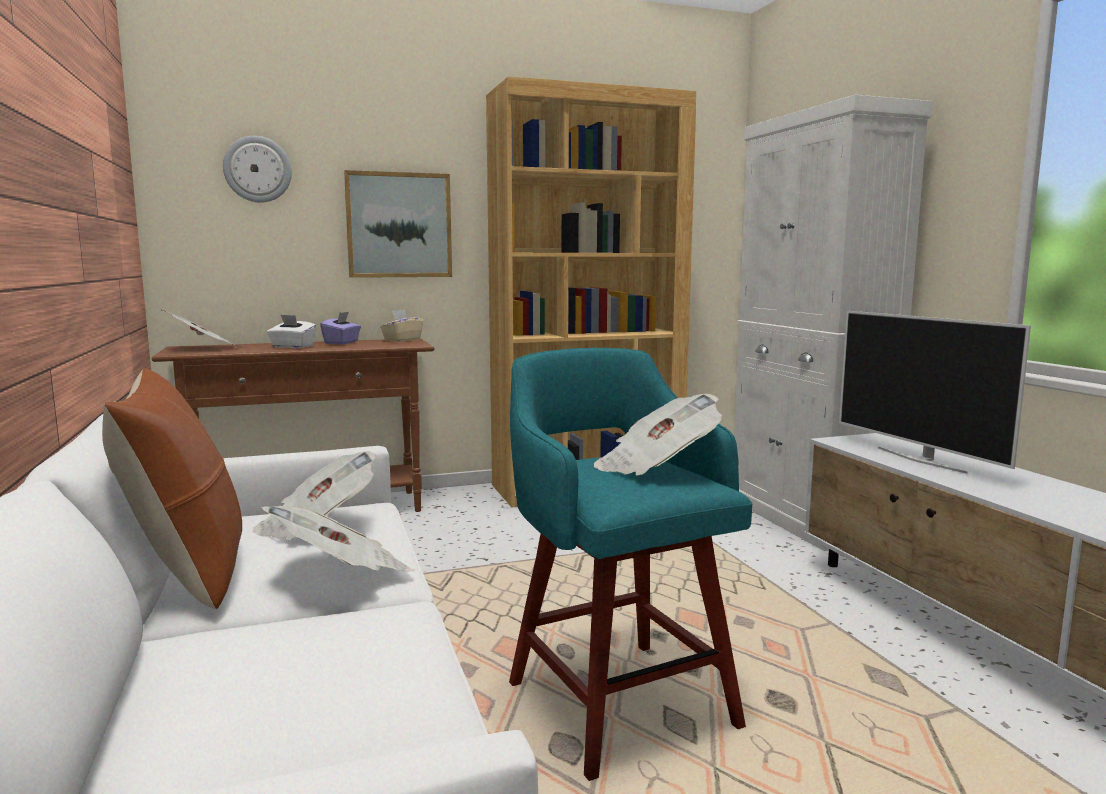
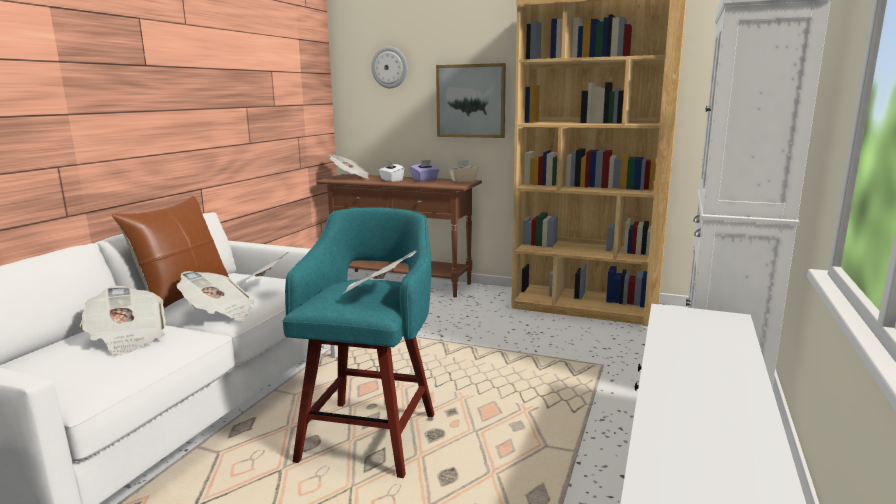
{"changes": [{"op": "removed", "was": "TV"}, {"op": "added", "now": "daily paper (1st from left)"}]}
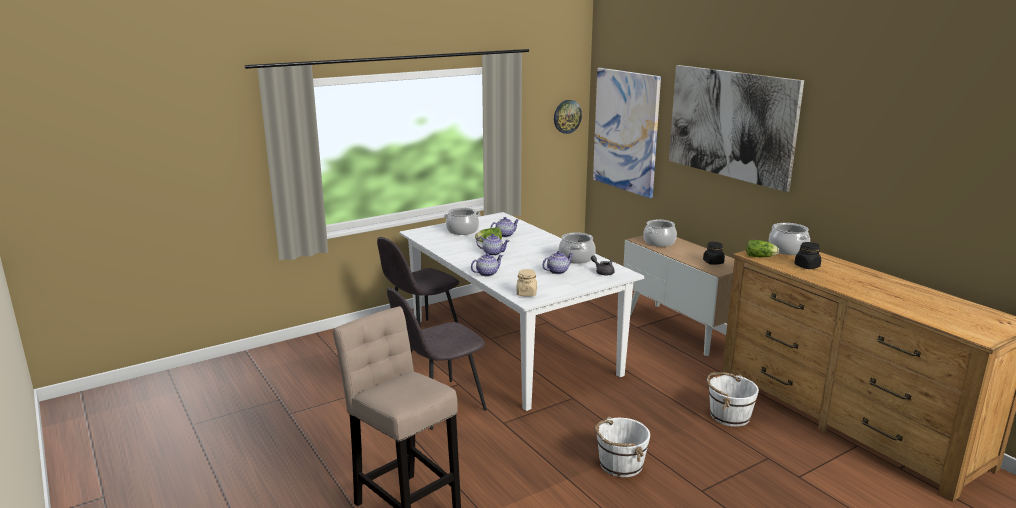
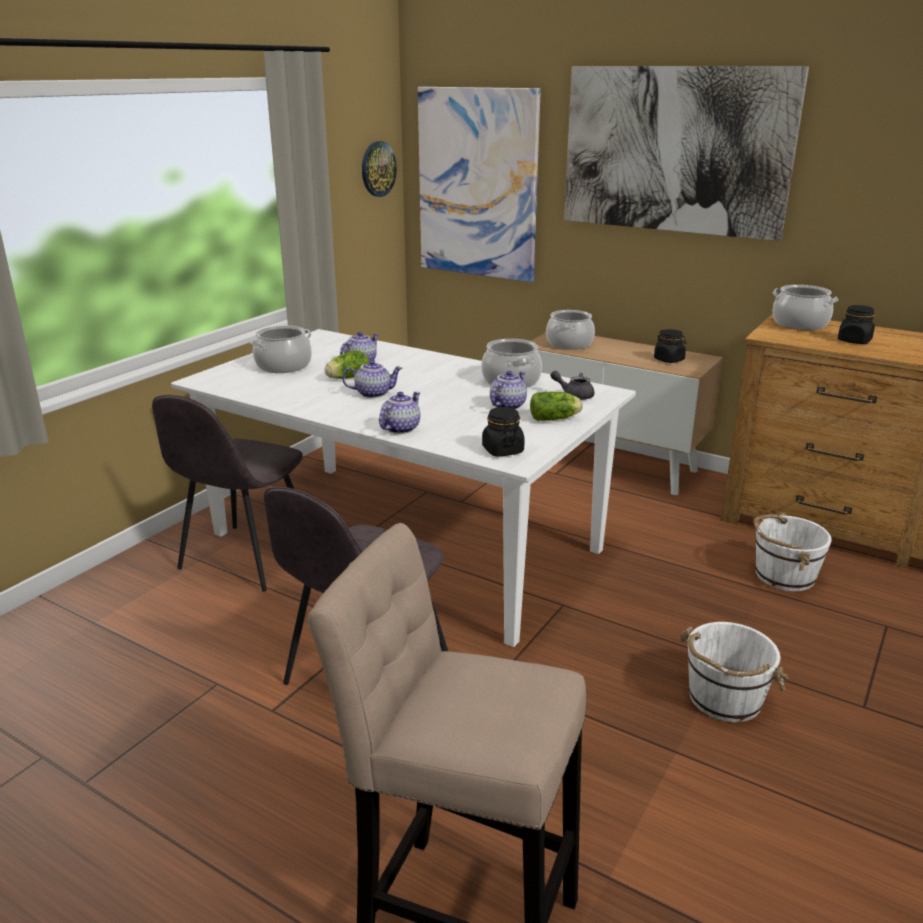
{"changes": [{"op": "moved", "was": "head of lettuce (2nd from left)"}, {"op": "recoloured", "was": "beige-coloured jar", "now": "blackish jar (1st from left)"}]}
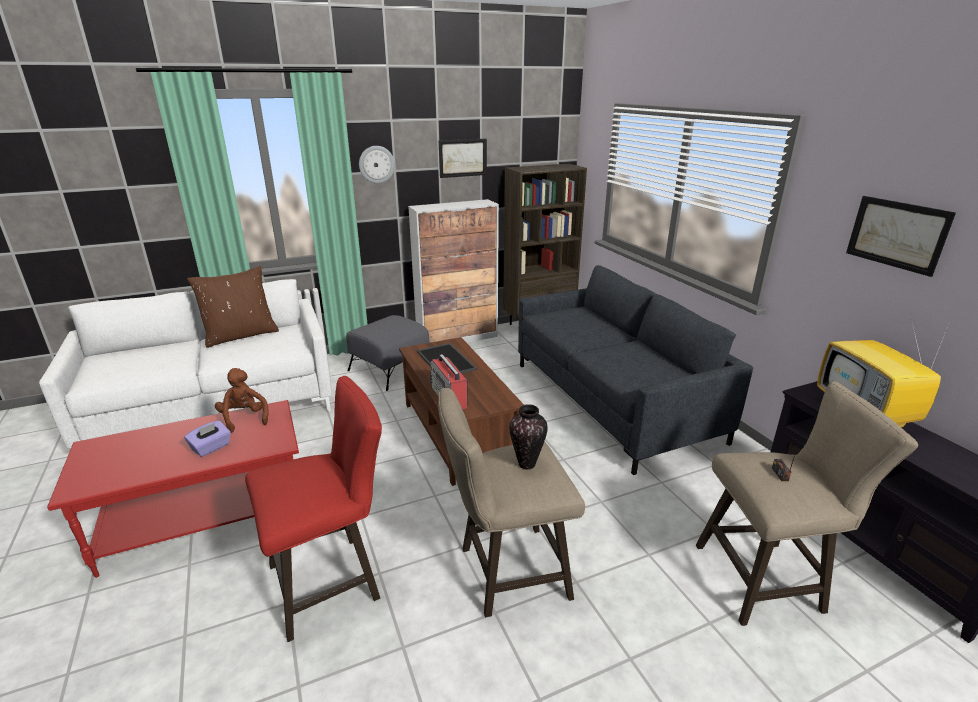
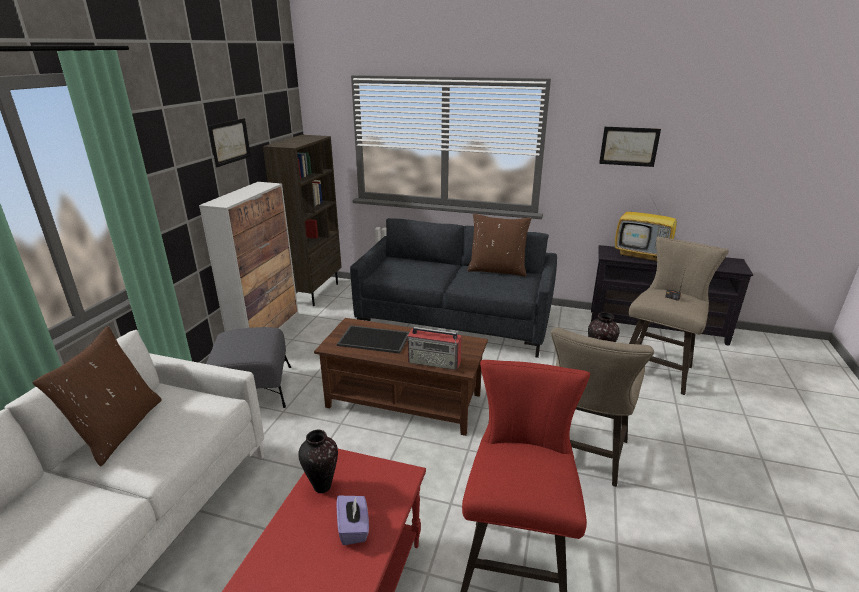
{"changes": [{"op": "removed", "was": "clock on the wall"}, {"op": "added", "now": "brown-coloured pillow (2nd from left)"}, {"op": "replaced", "was": "brown-coloured soft toy", "now": "flower vase (1st from left)"}]}
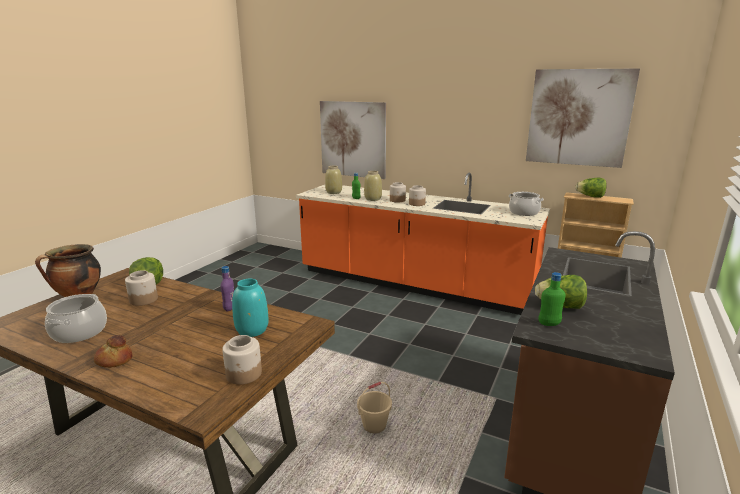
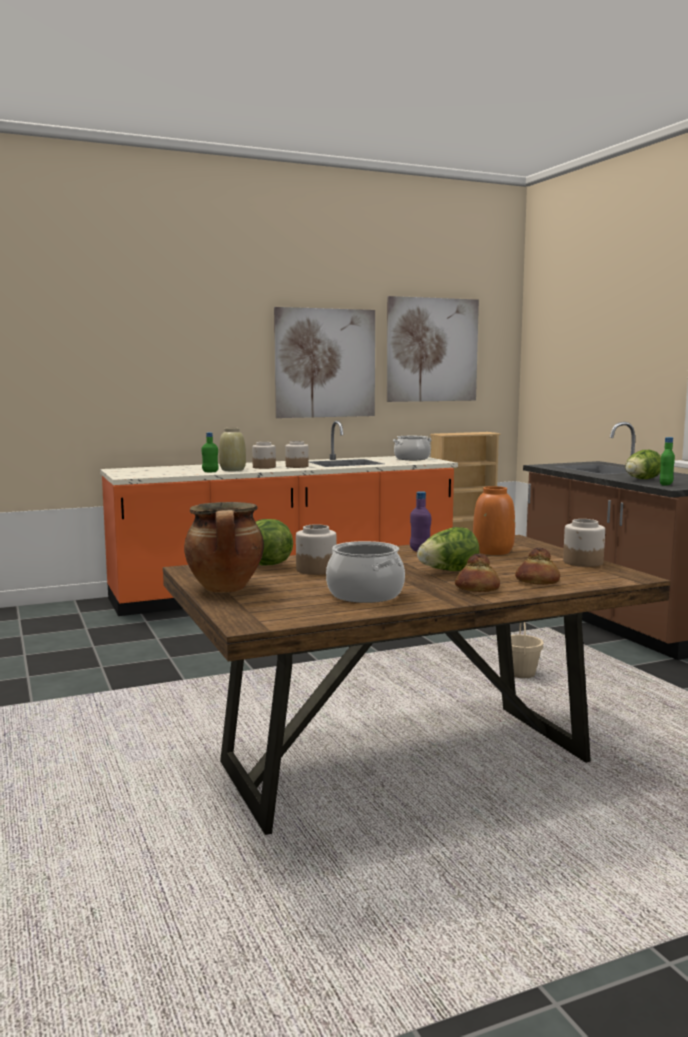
{"changes": [{"op": "removed", "was": "beige-coloured flower vase (1st from left)"}, {"op": "added", "now": "baked bread (2nd from left)"}, {"op": "moved", "was": "wall picture (1st from left)"}, {"op": "moved", "was": "head of lettuce (3rd from left in the first image)", "now": "head of lettuce (2nd from left)"}, {"op": "recoloured", "was": "turquoise flower vase", "now": "orange flower vase"}]}
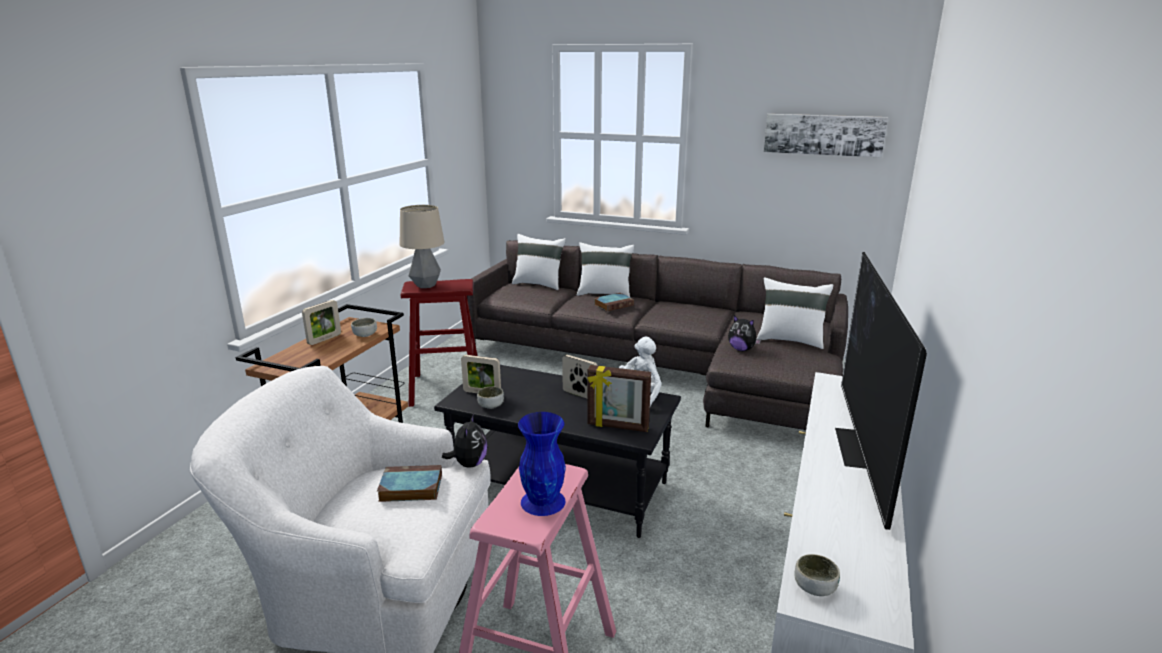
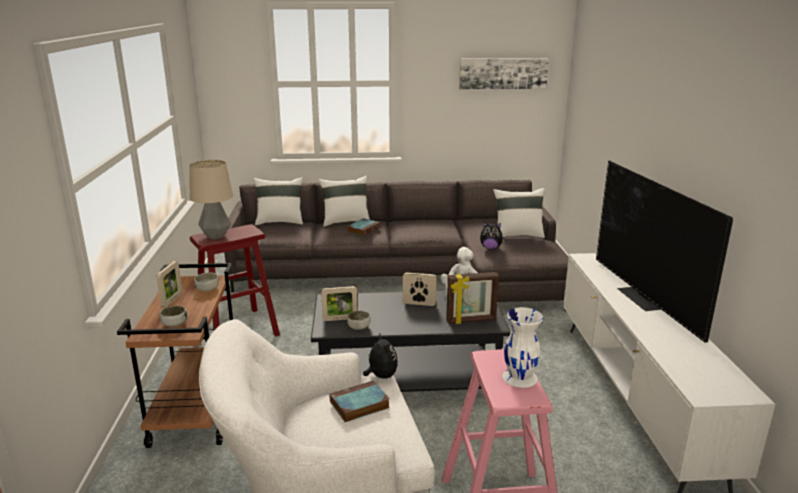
{"changes": [{"op": "moved", "was": "bowl (3rd from left in the first image)", "now": "bowl (1st from left)"}, {"op": "recoloured", "was": "bluish flower vase", "now": "white-coloured flower vase"}]}
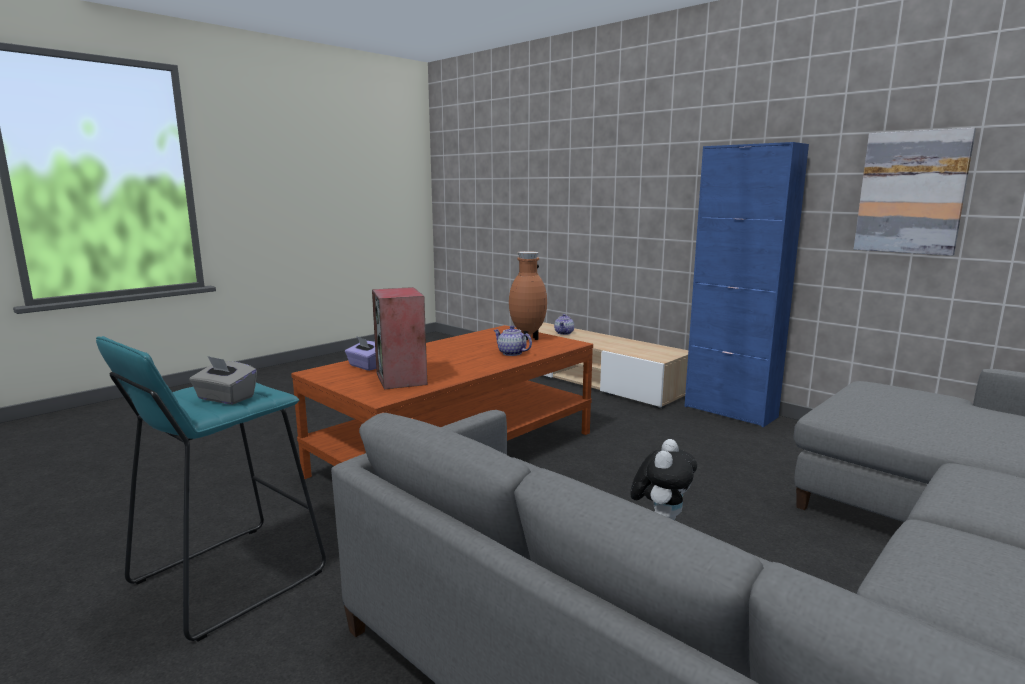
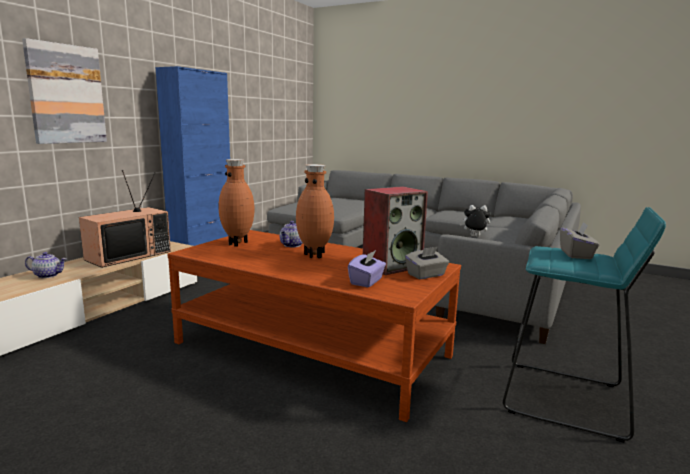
{"changes": [{"op": "added", "now": "TV"}, {"op": "added", "now": "brown-coloured flower vase (2nd from left)"}, {"op": "added", "now": "gray box of tissues (1st from left)"}, {"op": "moved", "was": "wall picture"}]}
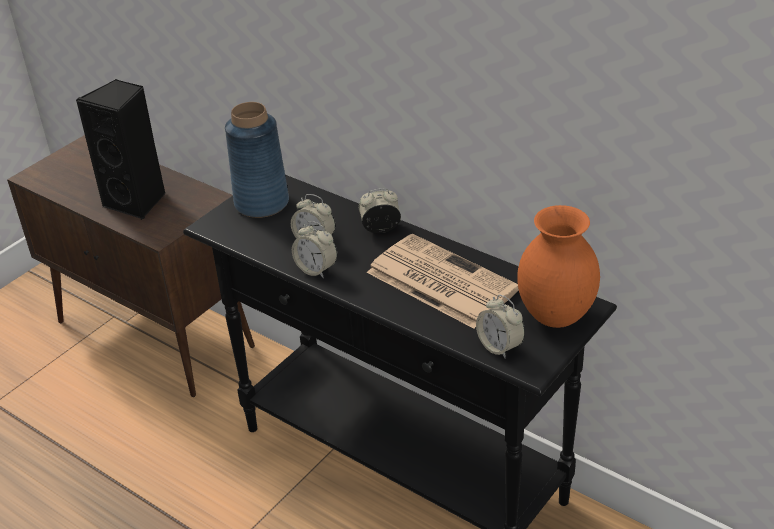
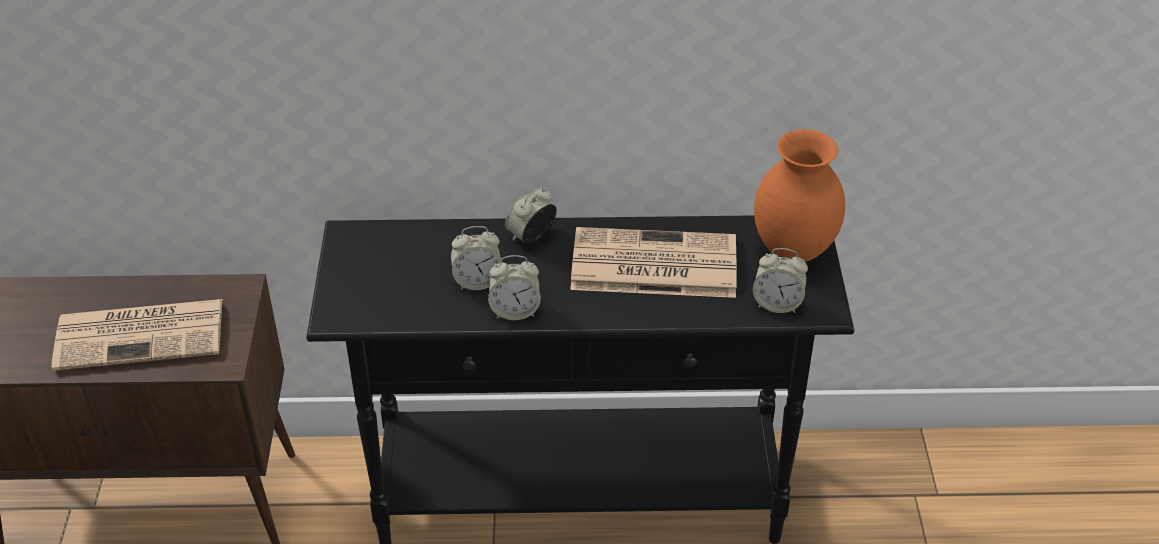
{"changes": [{"op": "removed", "was": "bluish flower vase"}, {"op": "replaced", "was": "blackish speaker", "now": "daily paper (1st from left)"}]}
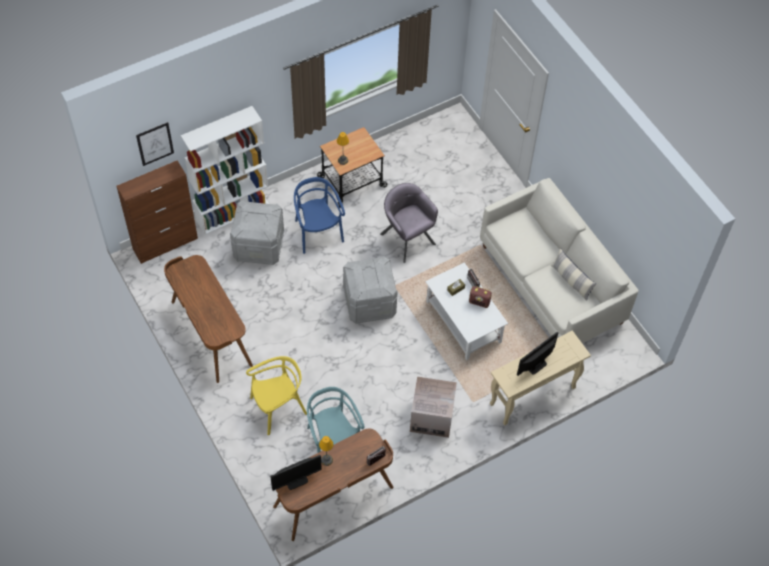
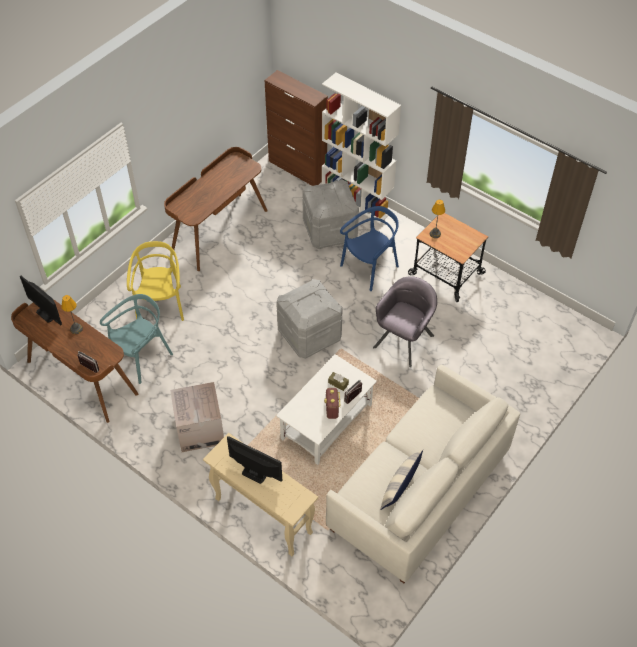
{"changes": [{"op": "removed", "was": "wall picture"}, {"op": "turned", "was": "yellow upright chair", "clockwise": -135}]}
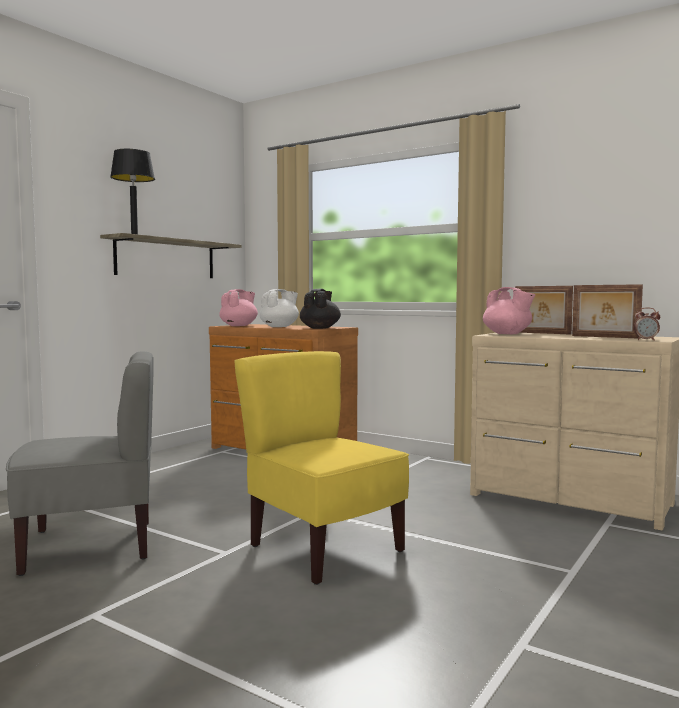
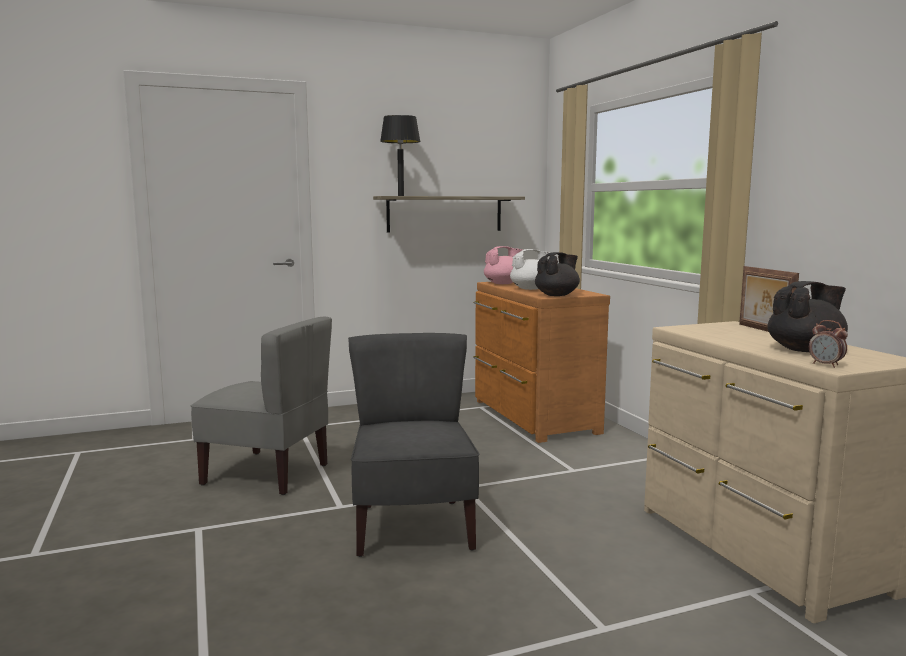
{"changes": [{"op": "removed", "was": "pink pot for tea (2nd from left)"}, {"op": "replaced", "was": "photo frame (2nd from left)", "now": "blackish pot for tea (2nd from left)"}, {"op": "recoloured", "was": "yellow upright chair", "now": "gray upright chair (2nd from left)"}]}
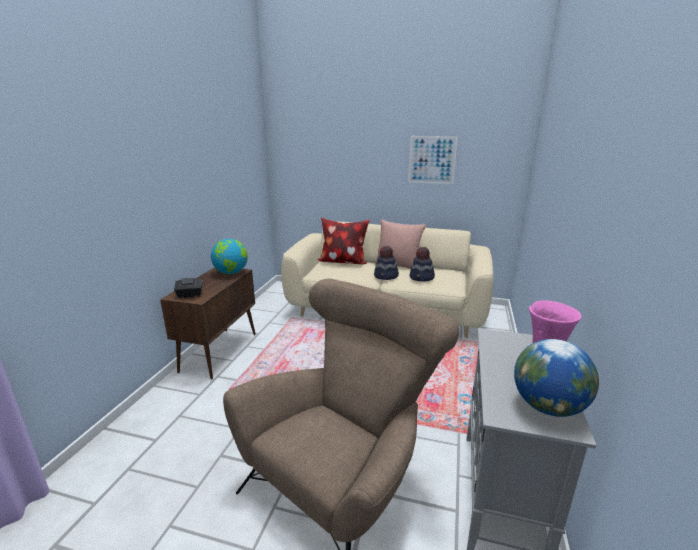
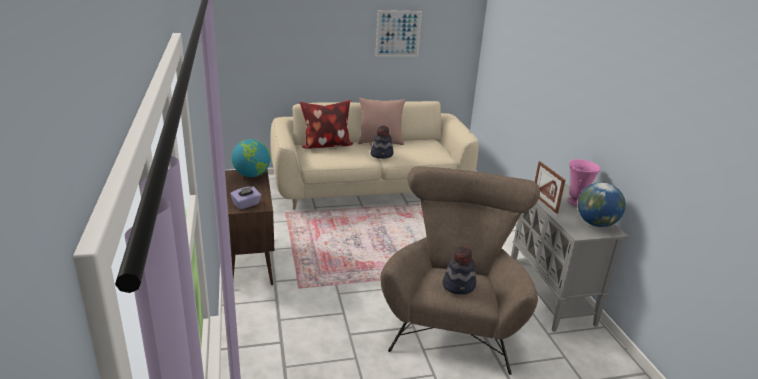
{"changes": [{"op": "added", "now": "photo frame"}, {"op": "moved", "was": "wearable hat (2nd from left)"}, {"op": "recoloured", "was": "blackish box of tissues", "now": "purplish box of tissues"}]}
